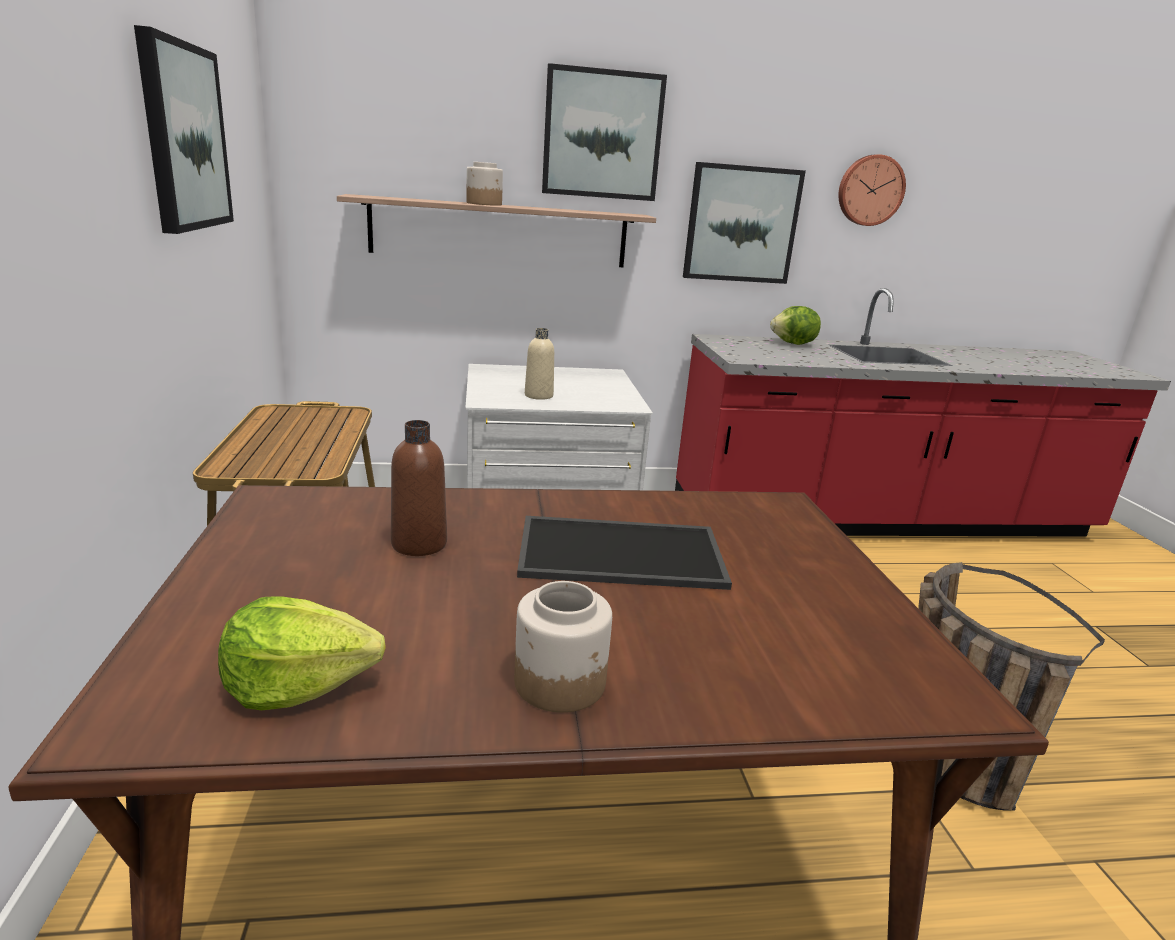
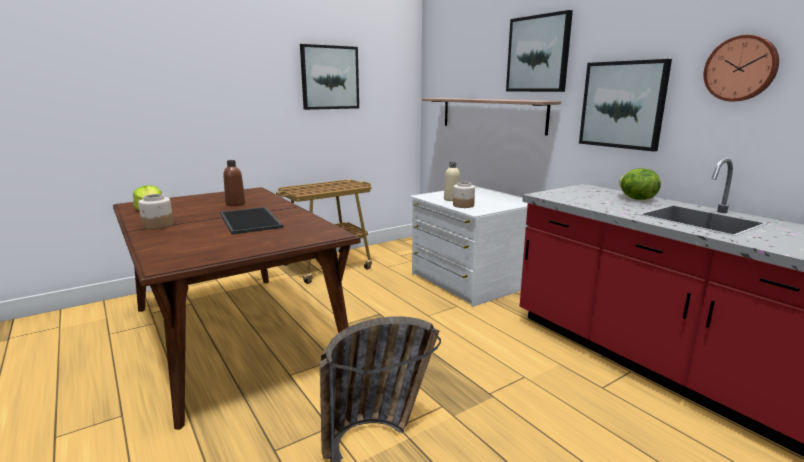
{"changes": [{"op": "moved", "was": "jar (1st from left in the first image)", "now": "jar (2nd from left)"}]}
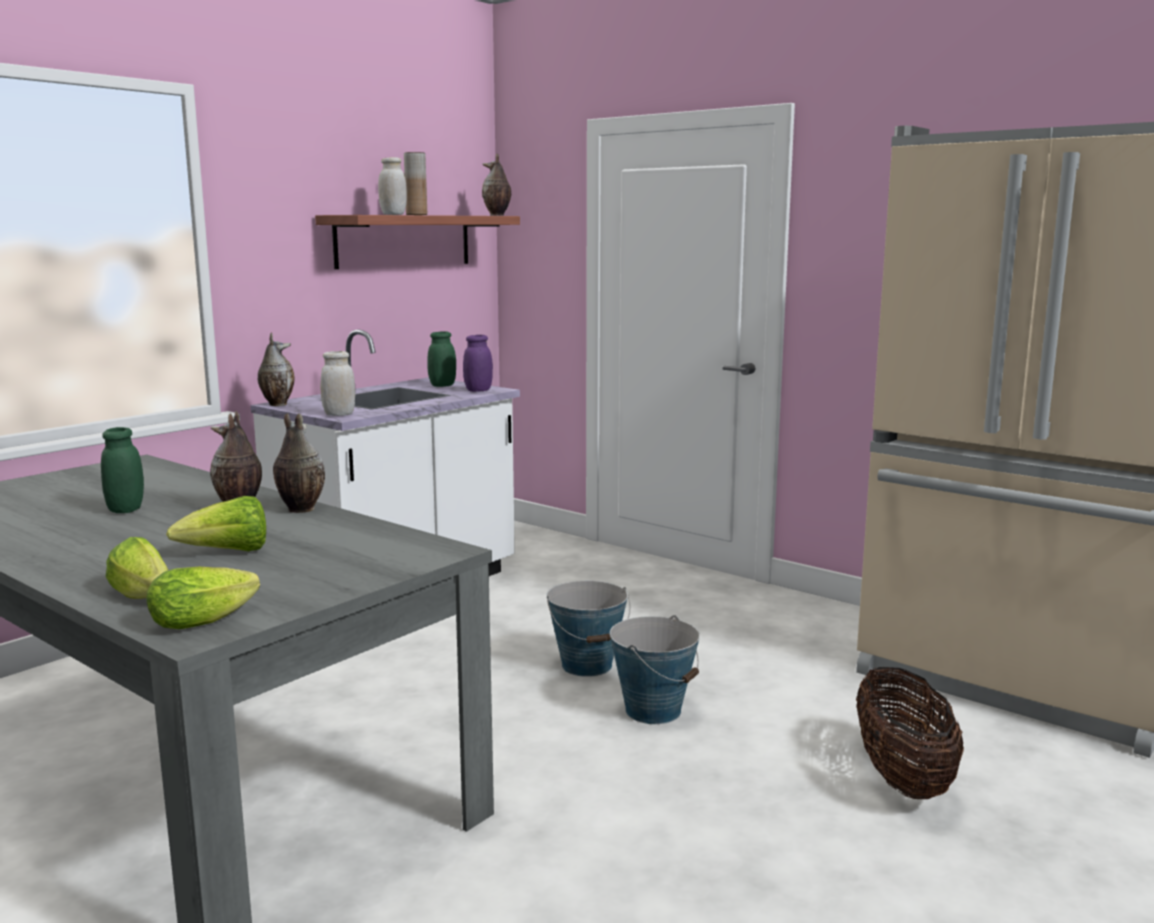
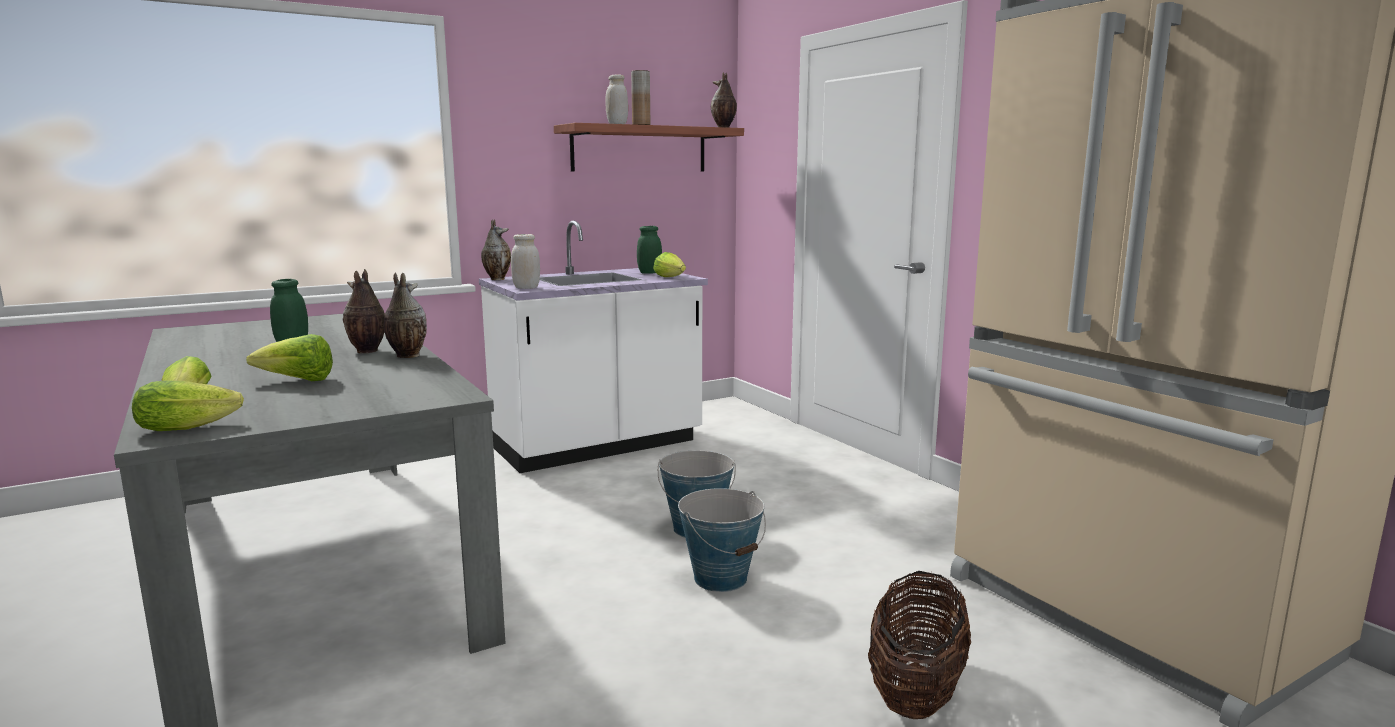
{"changes": [{"op": "replaced", "was": "purplish jar", "now": "head of lettuce (4th from left)"}]}
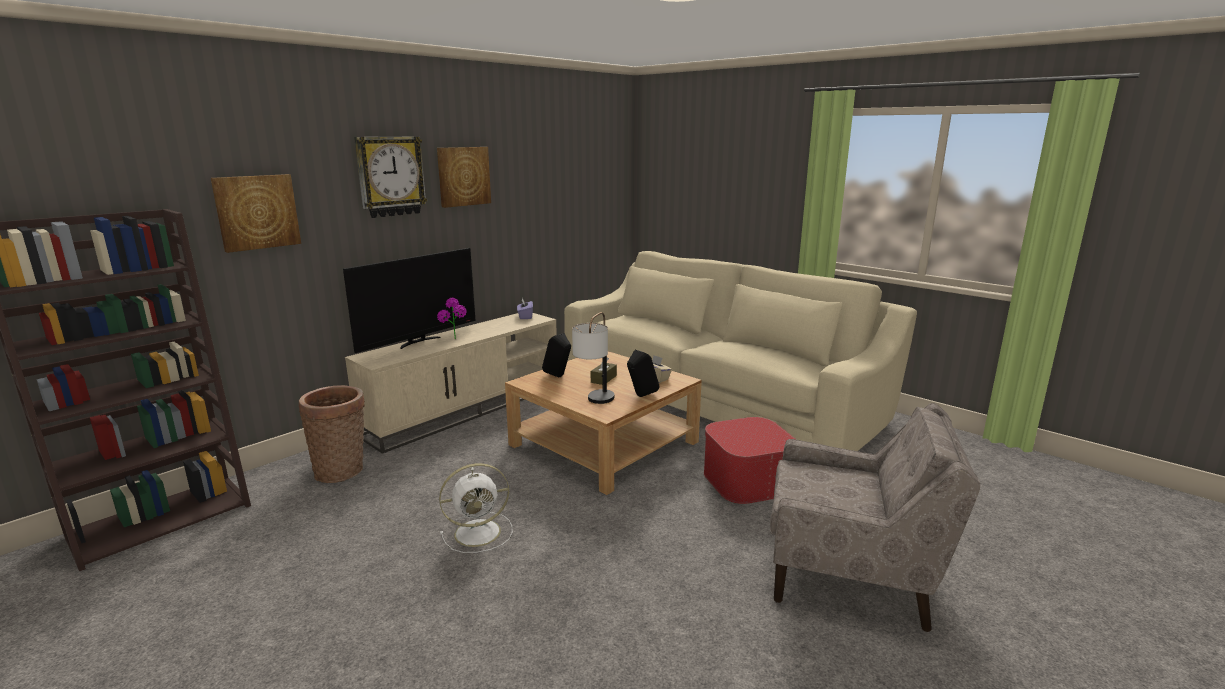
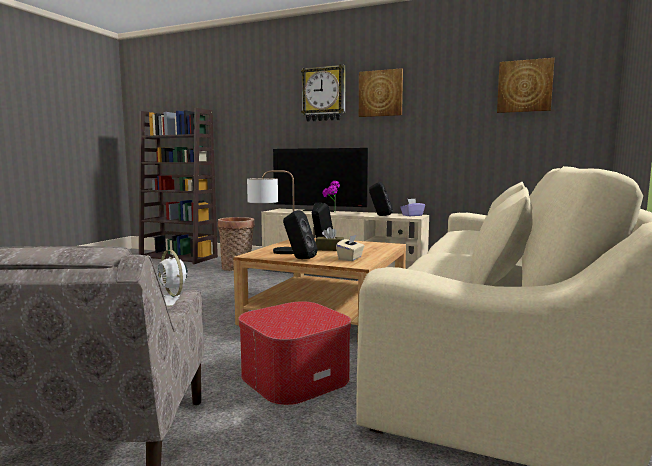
{"changes": [{"op": "added", "now": "blackish speaker (3rd from left)"}, {"op": "moved", "was": "wall picture (1st from left in the first image)", "now": "wall picture (2nd from left)"}]}
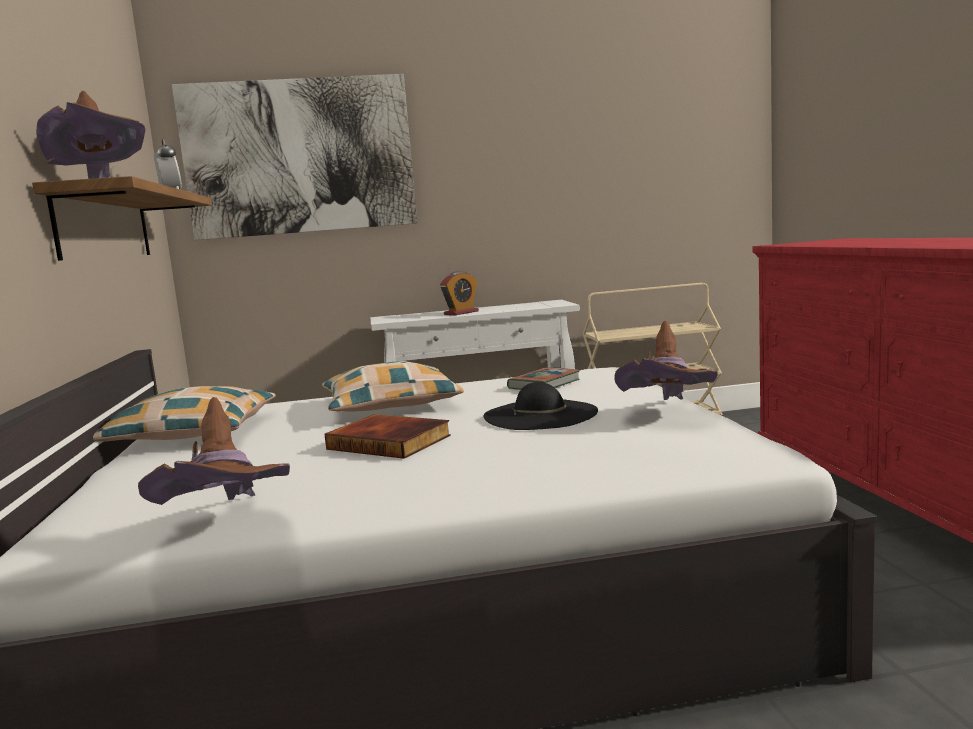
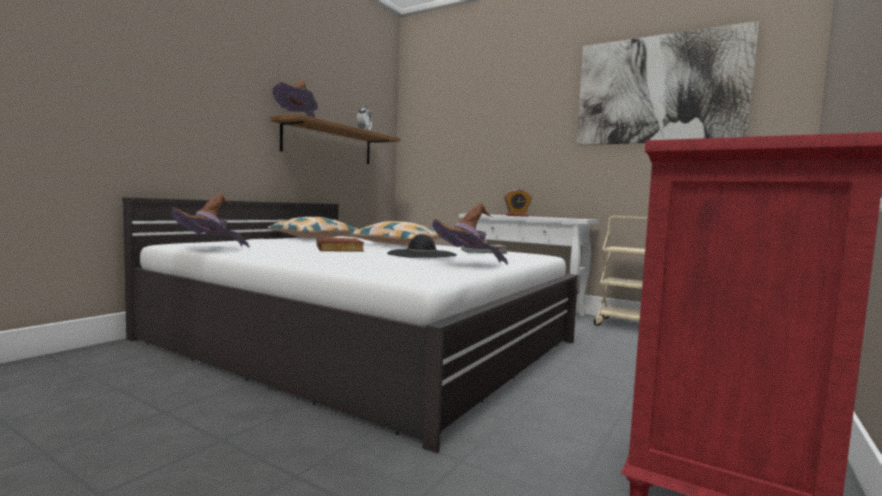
{"changes": [{"op": "moved", "was": "wall picture"}]}
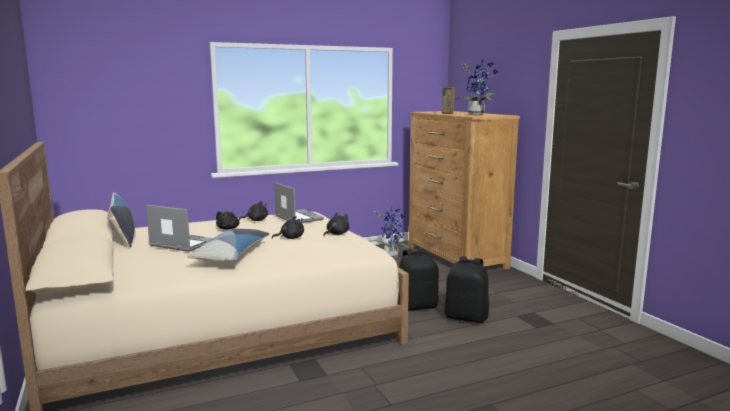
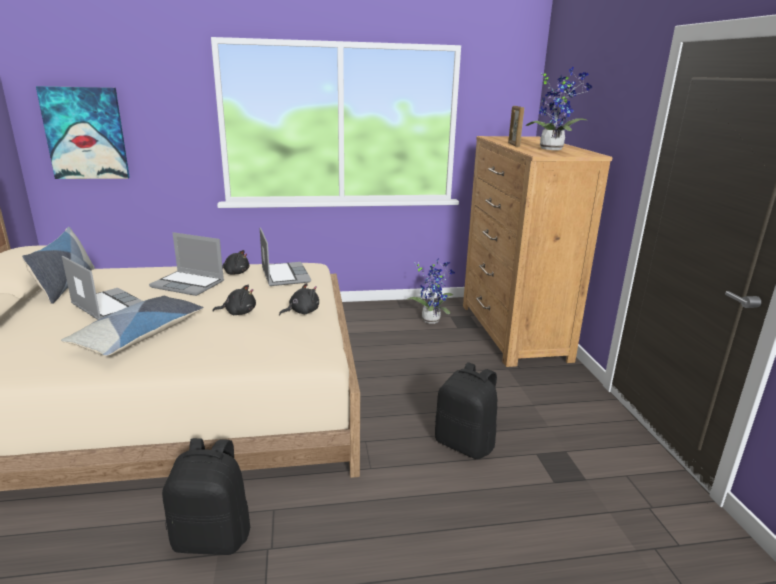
{"changes": [{"op": "added", "now": "wall picture"}, {"op": "moved", "was": "blackish backpack (1st from left)"}, {"op": "replaced", "was": "blackish soft toy (1st from left)", "now": "portable computer (2nd from left)"}]}
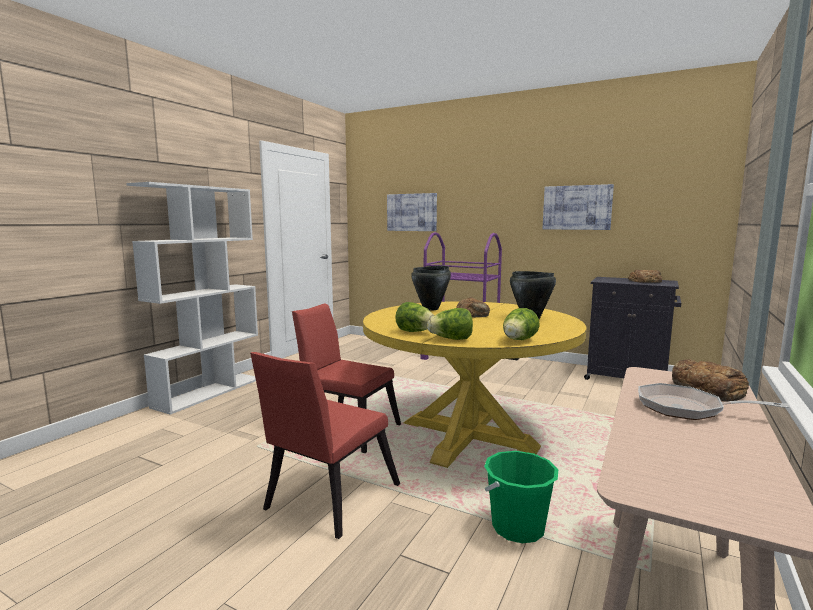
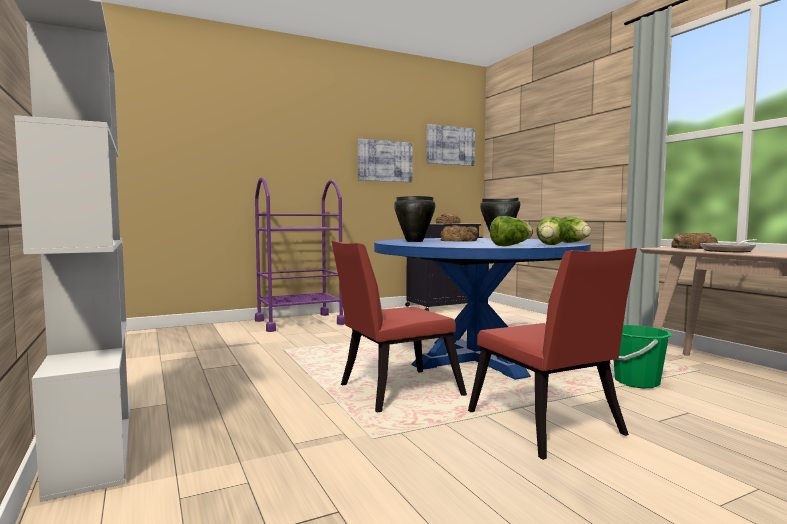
{"changes": [{"op": "moved", "was": "wall picture (1st from left in the first image)", "now": "wall picture (2nd from left)"}, {"op": "recoloured", "was": "yellow kitchen table", "now": "bluish kitchen table"}]}
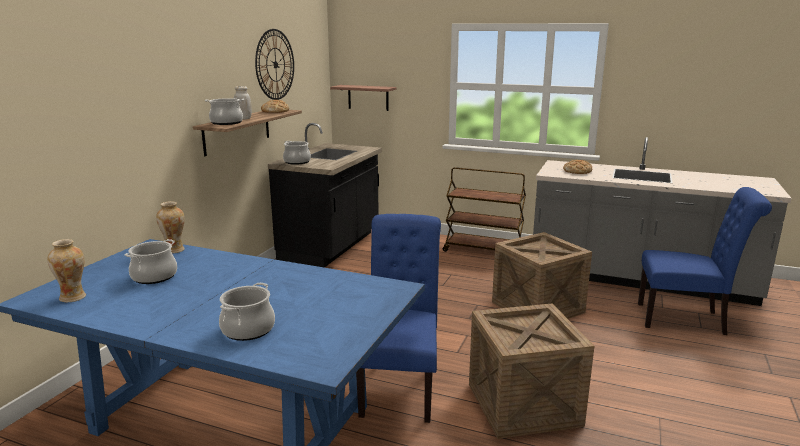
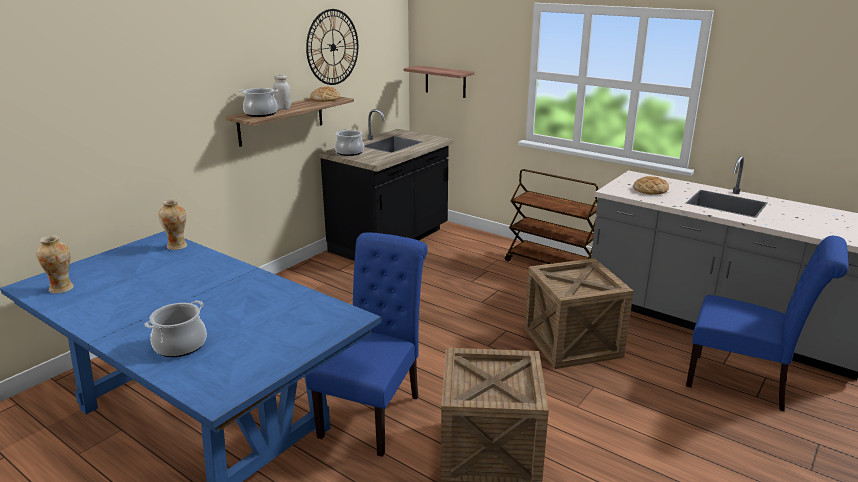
{"changes": [{"op": "removed", "was": "stockpot (1st from left)"}]}
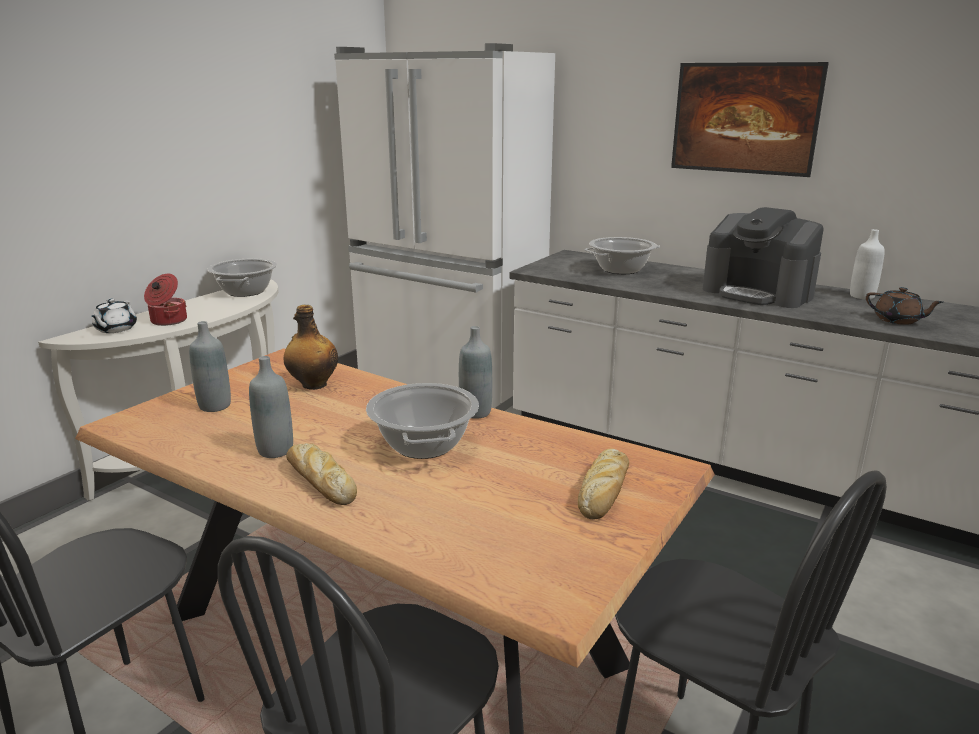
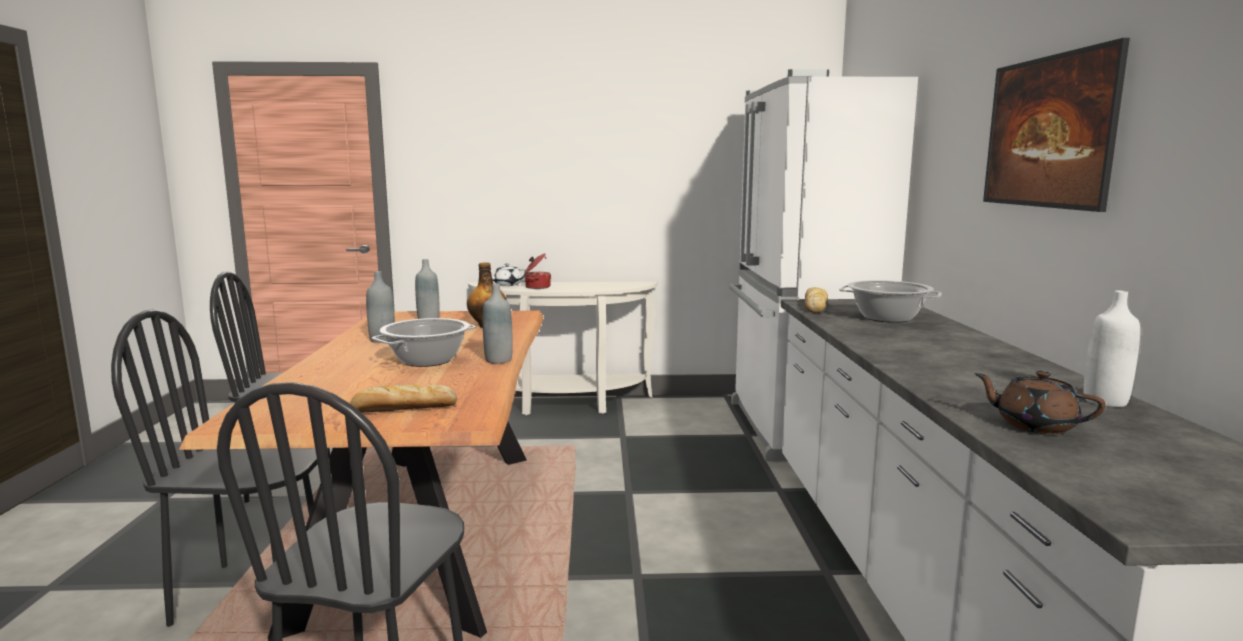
{"changes": [{"op": "removed", "was": "stockpot (2nd from left)"}, {"op": "removed", "was": "coffee brewer"}, {"op": "moved", "was": "baked bread (1st from left in the first image)", "now": "baked bread (2nd from left)"}, {"op": "turned", "was": "brown-coloured pot for tea", "clockwise": 120}]}
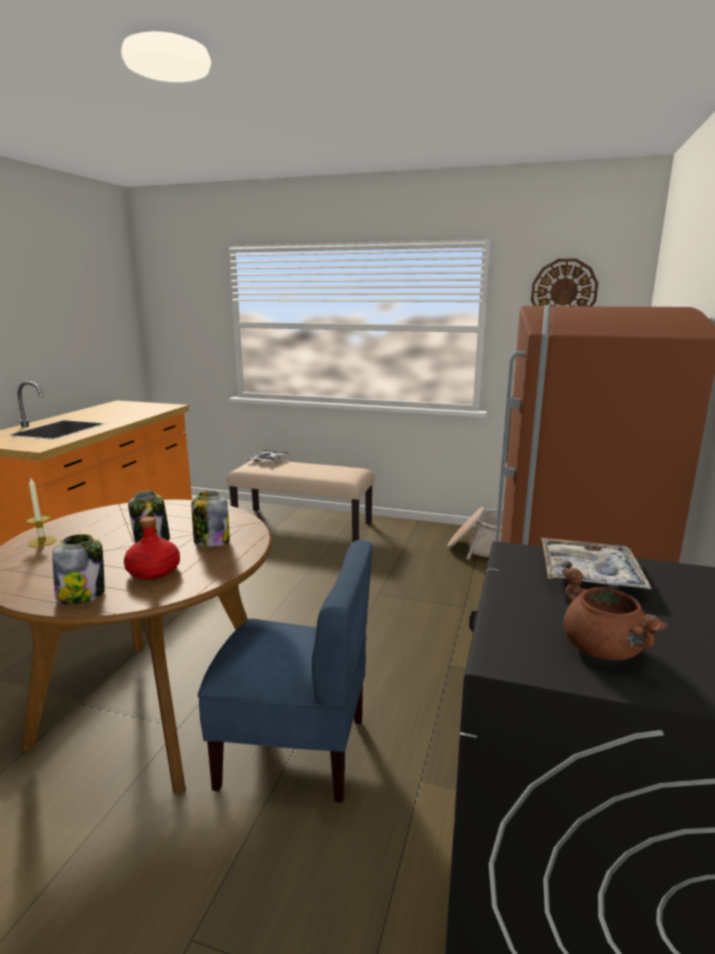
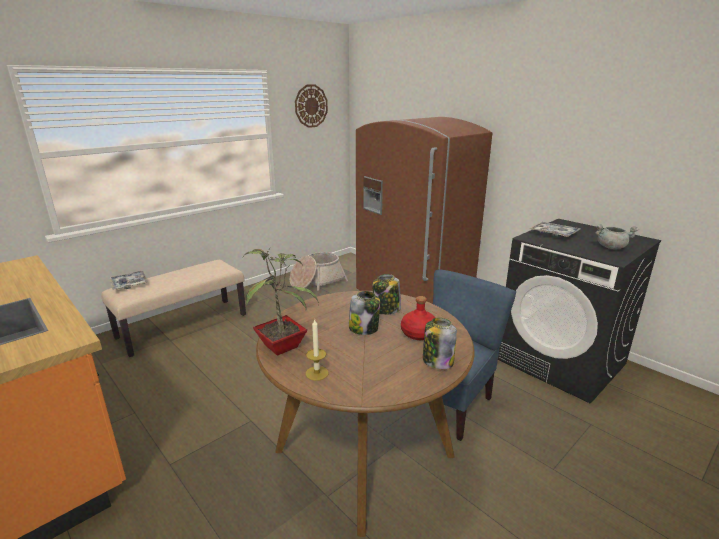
{"changes": [{"op": "added", "now": "houseplant"}, {"op": "recoloured", "was": "brown-coloured stockpot", "now": "gray stockpot"}]}
